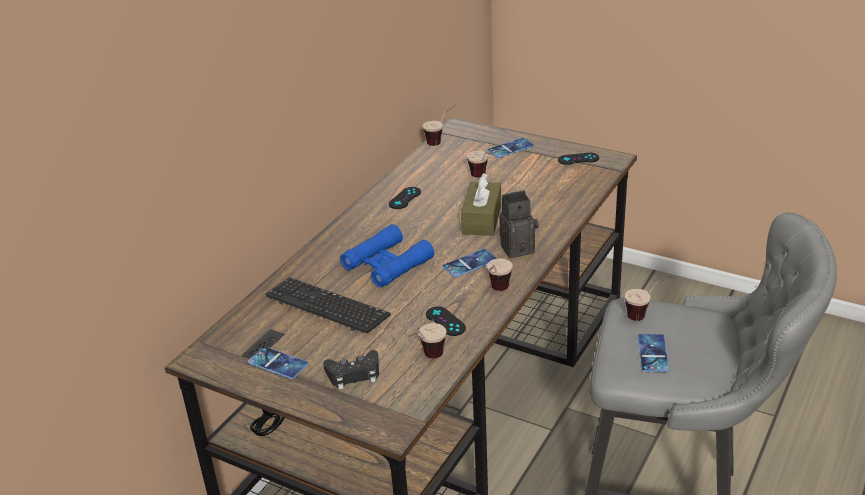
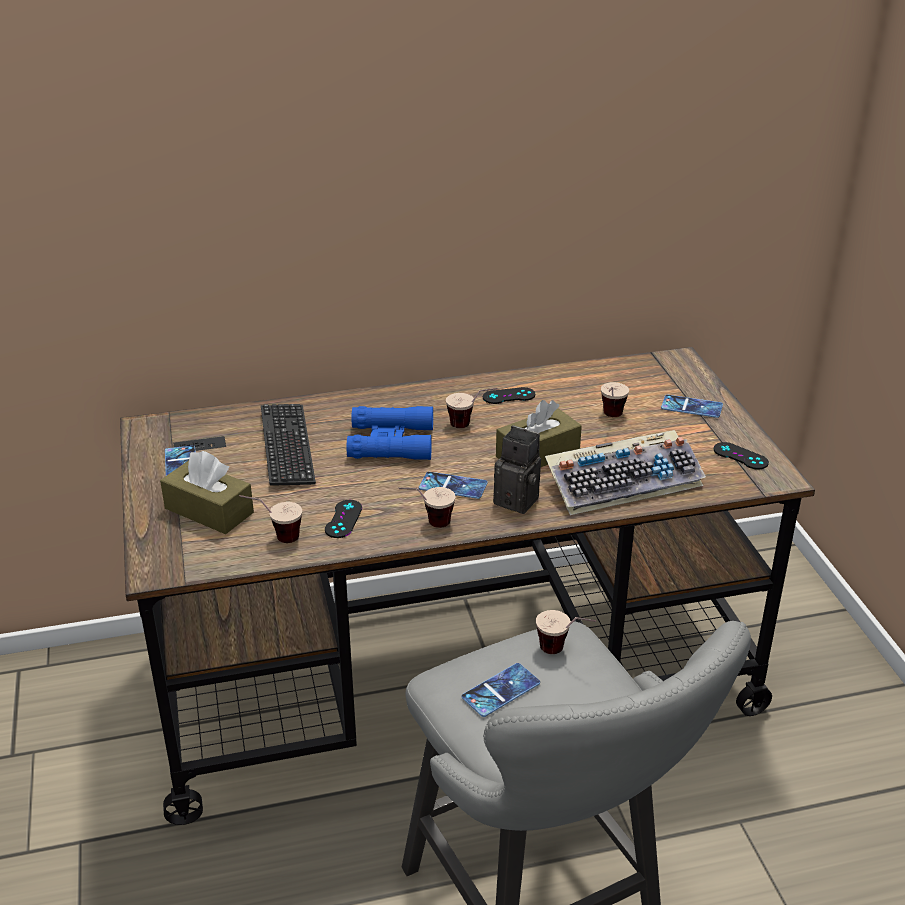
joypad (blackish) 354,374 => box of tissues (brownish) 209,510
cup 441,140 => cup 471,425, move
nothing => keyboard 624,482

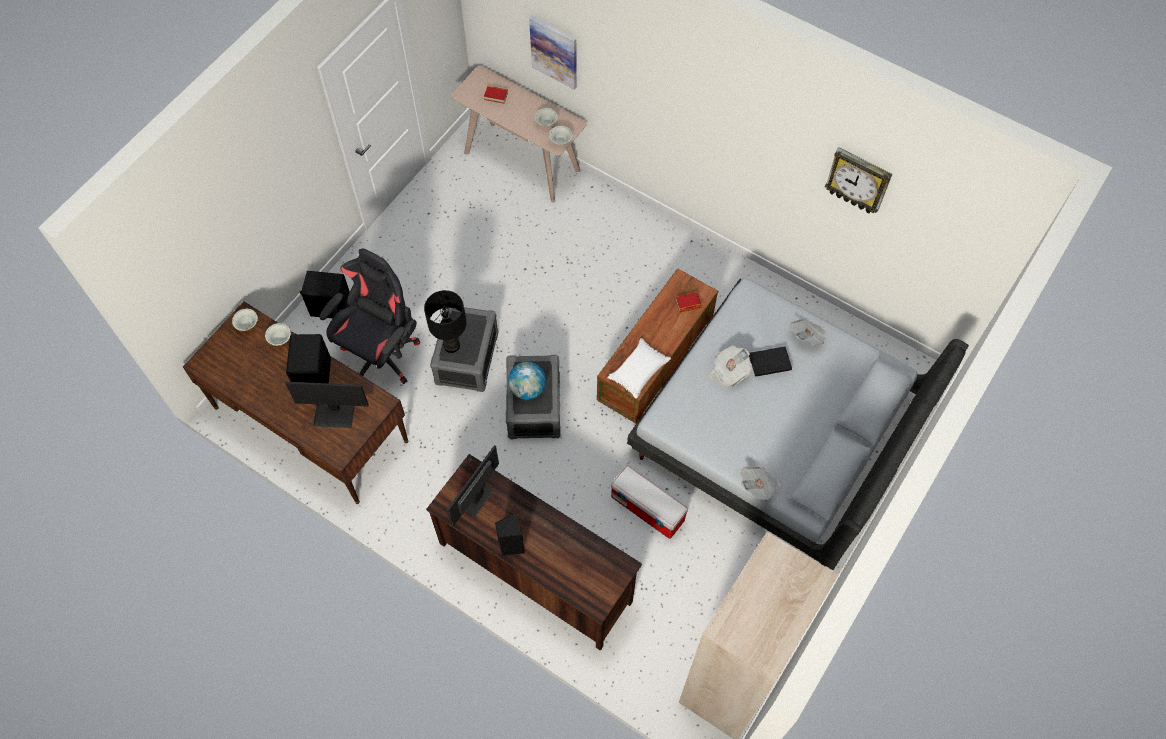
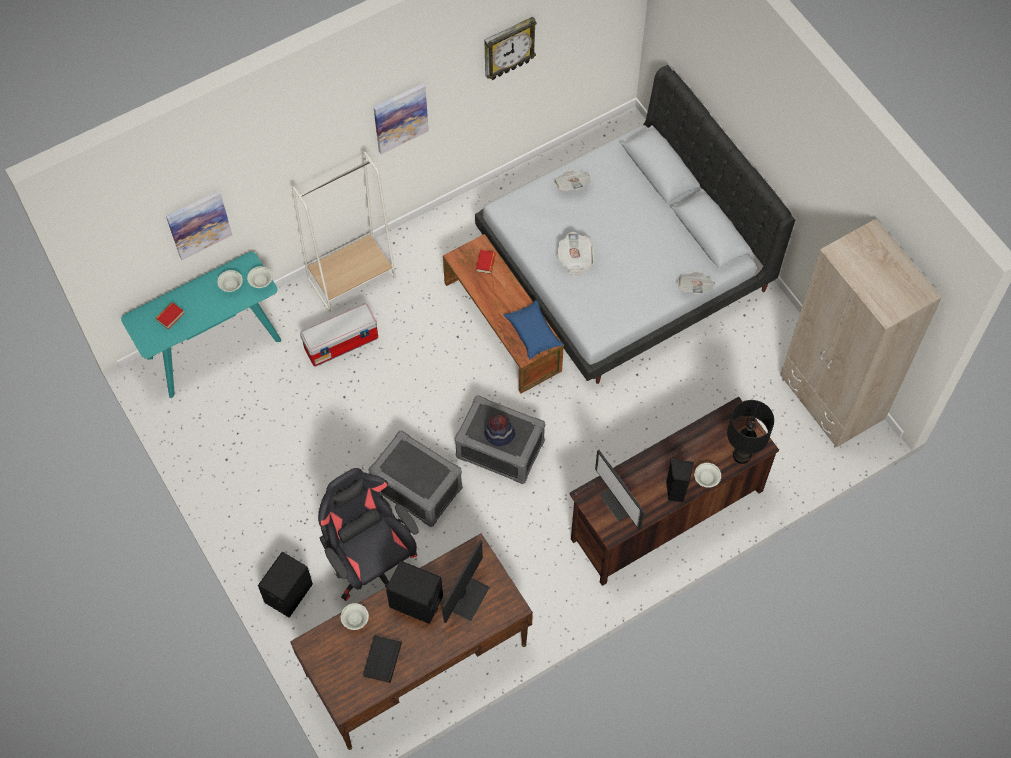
hall table (sand-coloured) 522,161 => hall table (turquoise-coloured) 214,348
nothing => garment stand 351,279
storage box 648,508 => storage box 342,342, move
volume (blackish) 769,362 => volume (blackish) 381,659, move
nothing => wall art 400,117
globe 527,389 => hat 499,435
throw pillow (whitish) 638,370 => throw pillow (blue-coloured) 533,332
deep dish (whitish) 247,324 => deep dish (whitish) 706,479, move
table lamp (blackish) 451,345 => table lamp (blackish) 741,455, move

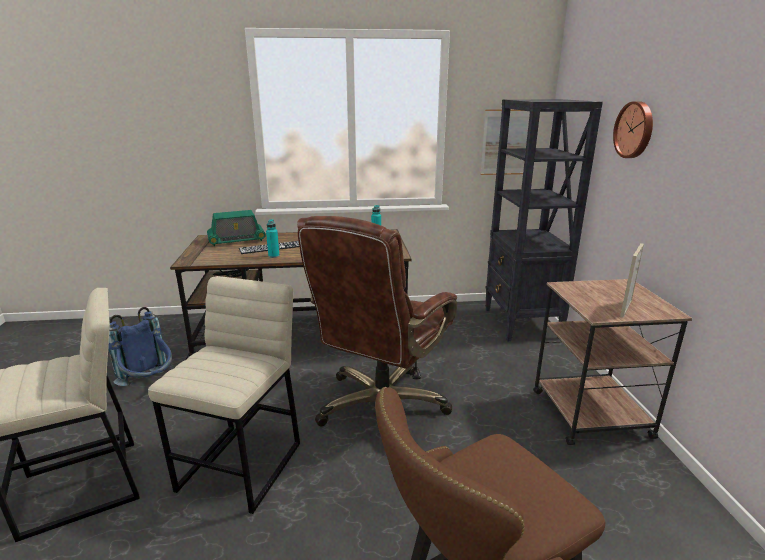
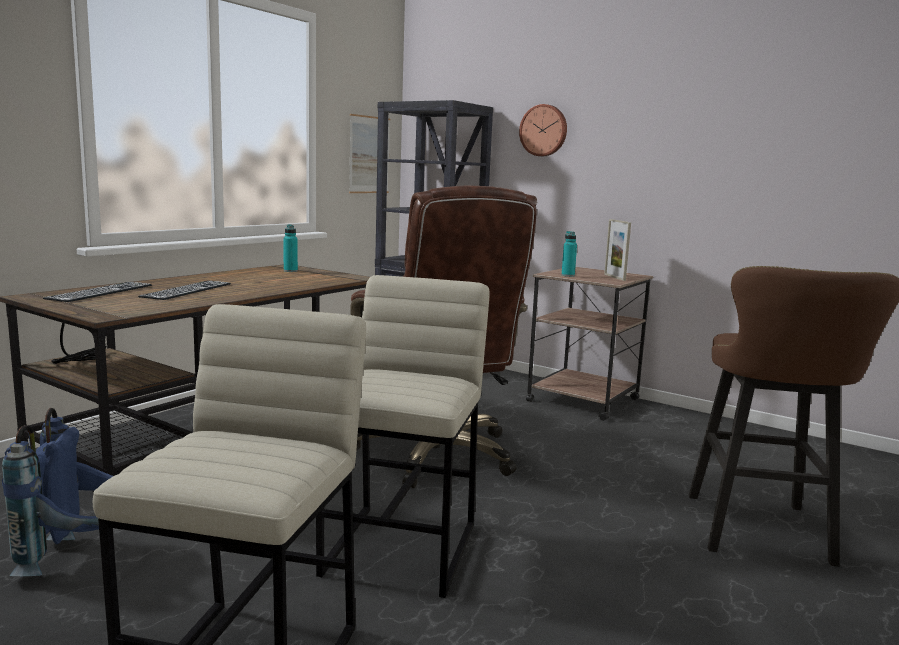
radio receiver 237,240 => keyboard 100,292
plain chair (sand-coloured) 242,464 => plain chair (sand-coloured) 402,547, 45 degrees clockwise
bottle (turquoise-coloured) 274,256 => bottle (turquoise-coloured) 568,275, move

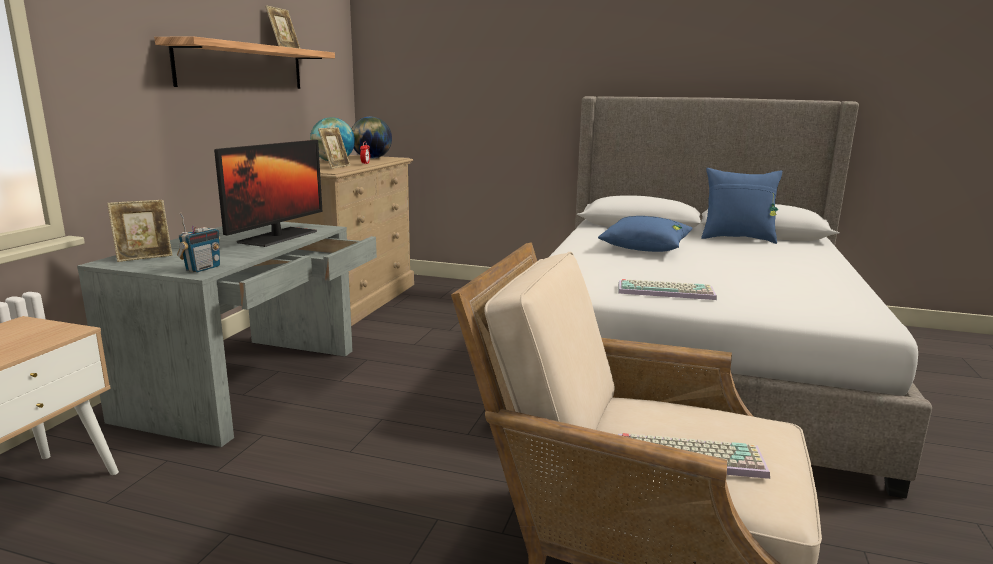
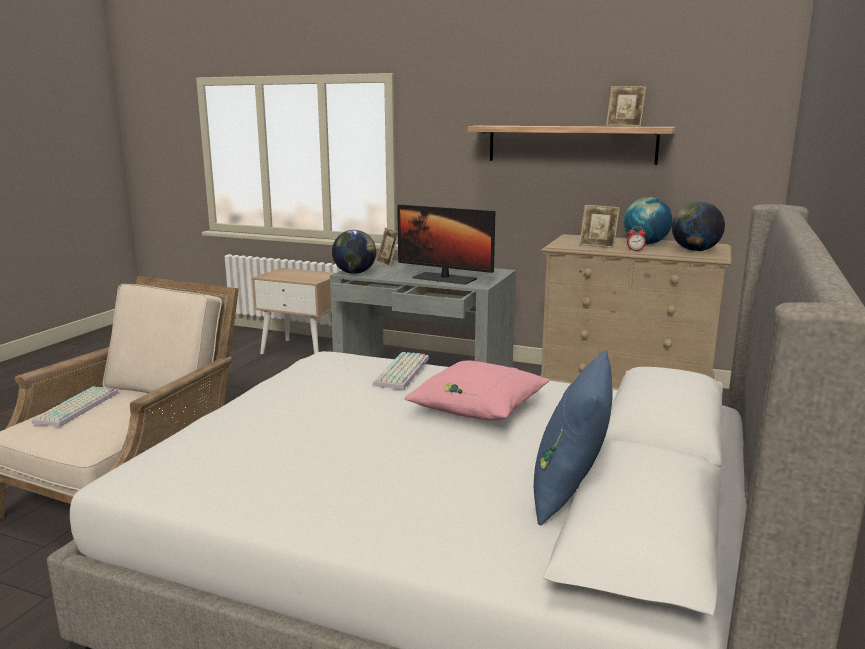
radio receiver 202,268 => globe 355,273
keyboard 666,291 => keyboard 403,372, move
throw pillow (blue-coloured) 645,248 => throw pillow (pink) 478,409

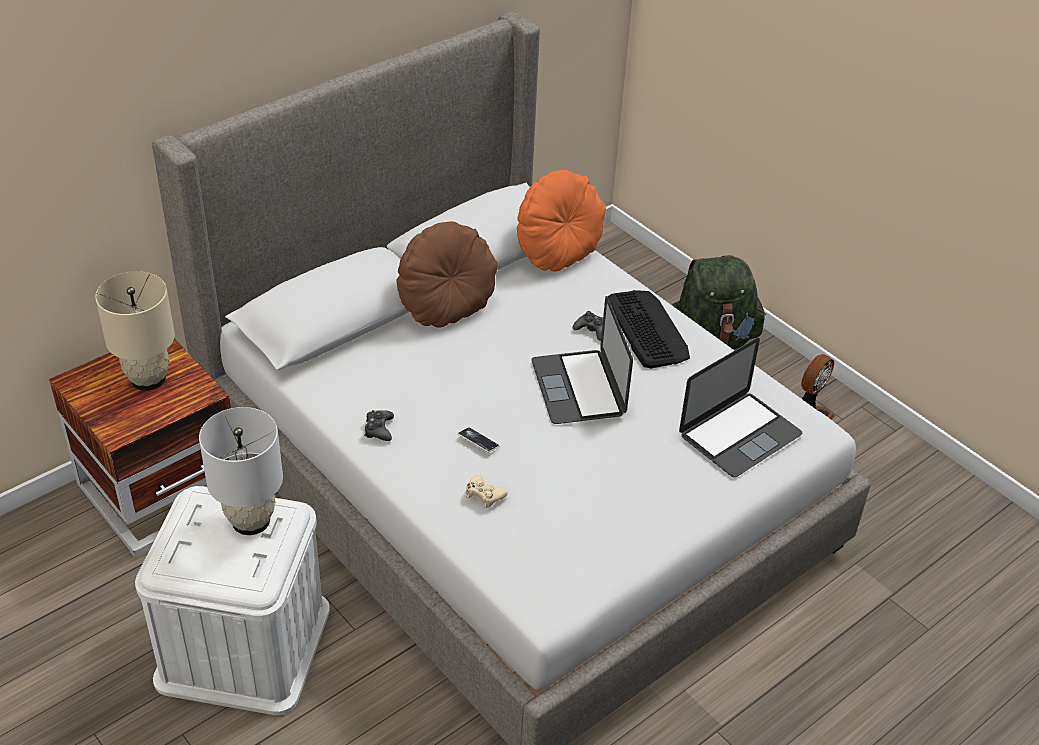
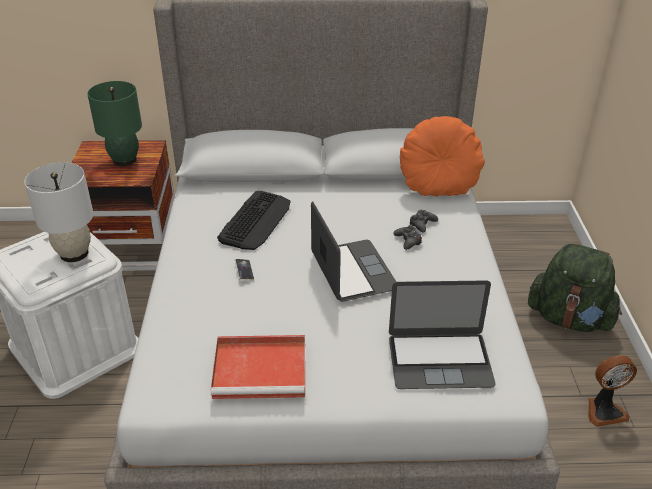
table lamp (sand-coloured) 148,379 => table lamp (green) 124,160
nothing => tray (red) 262,369
keyboard 646,329 => keyboard 256,221, move
notebook computer 578,387 => notebook computer 353,270, 135 degrees clockwise
joypad (blackish) 379,429 => joypad (blackish) 422,224, move
throw pillow (brownish) 447,311 => nothing
joypad (sand-coloured) 484,495 => nothing

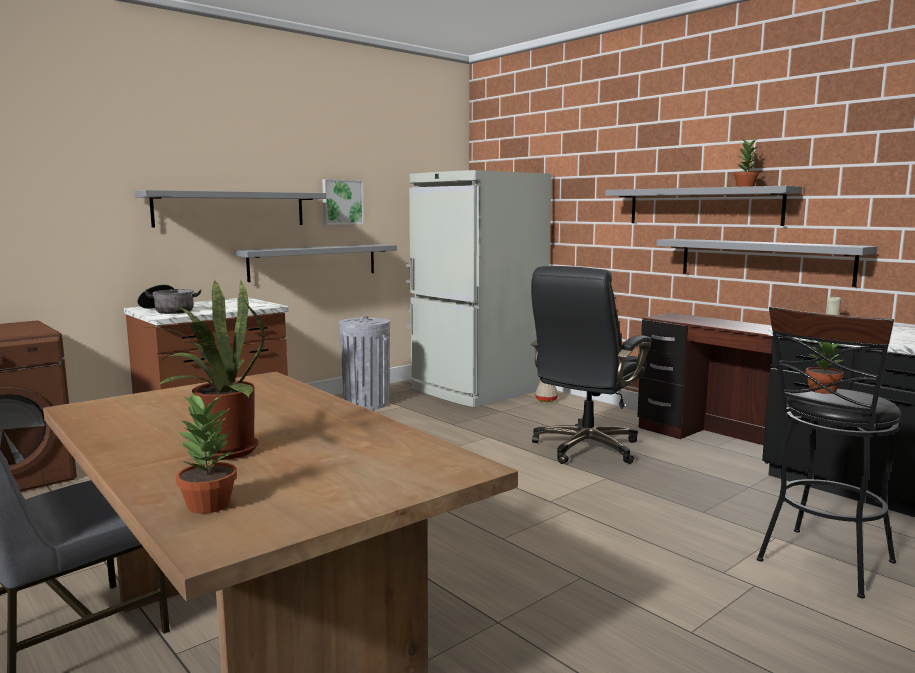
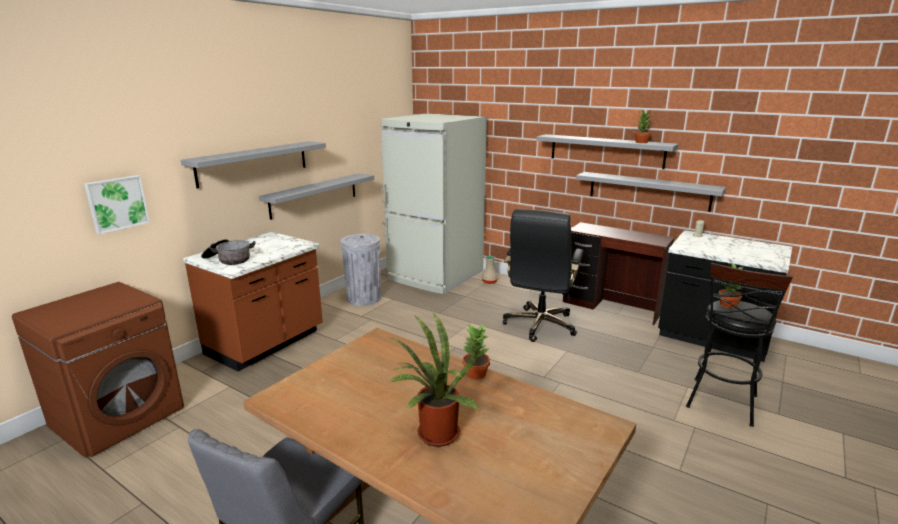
wall art 342,202 => wall art 117,203, move
potted plant 207,505 => potted plant 475,374, move

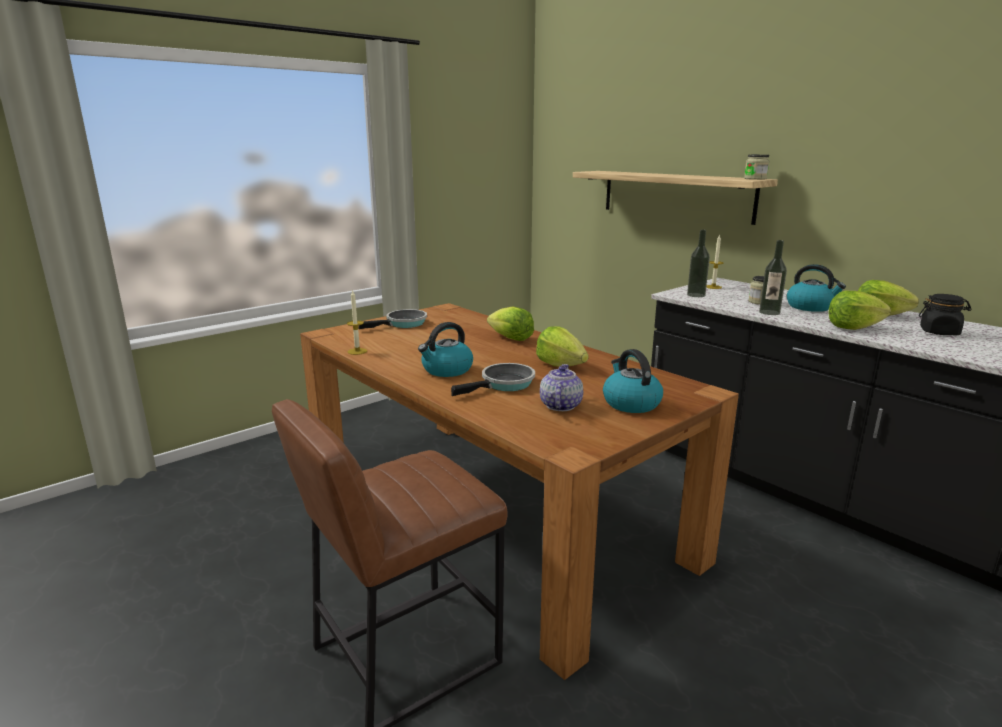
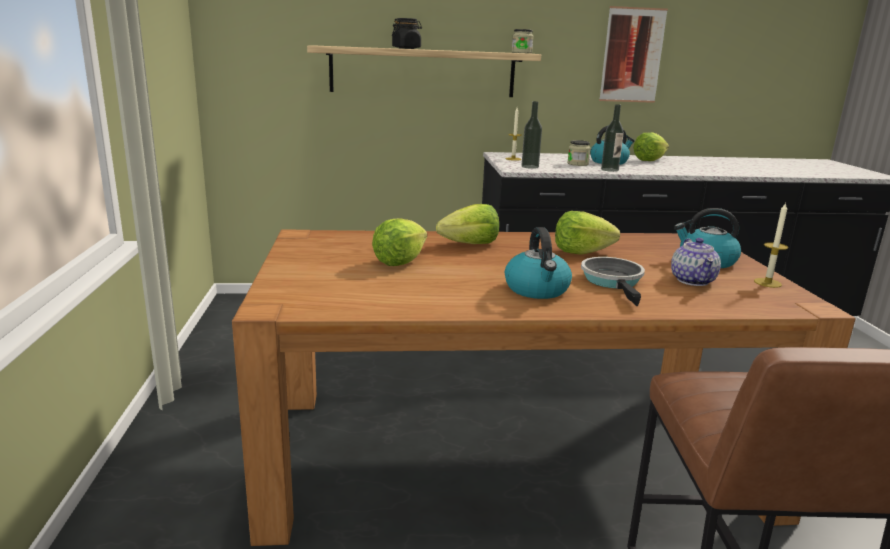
lettuce 853,327 => lettuce 400,261, move
preserve jar (blackish) 939,332 => preserve jar (blackish) 406,48, move
nothing => wall art 632,55
tea pot 560,406 => tea pot 693,280, 135 degrees counterclockwise
wax candle 357,351 => wax candle 767,283, move
skillet 403,324 => nothing

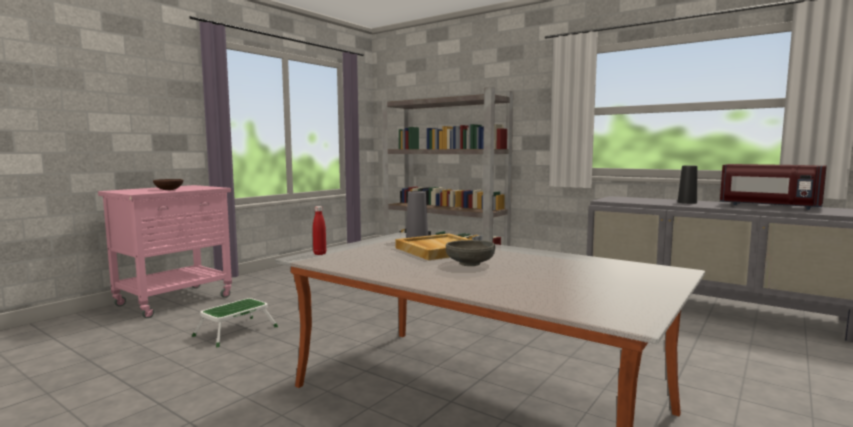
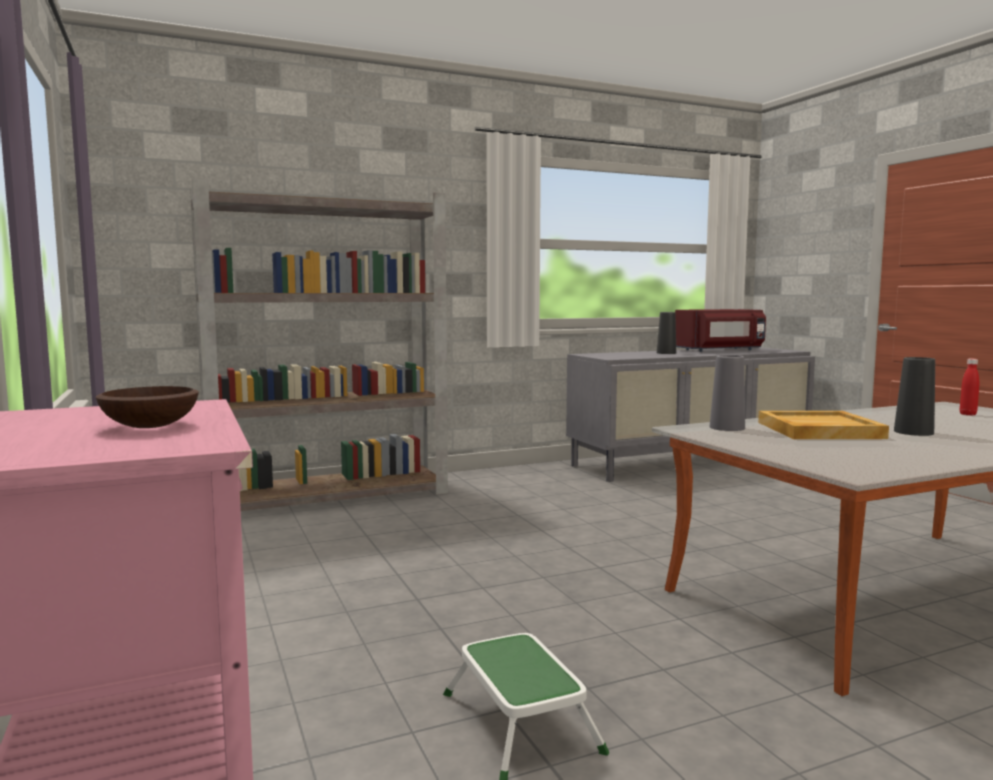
deep dish (gray) 470,264 => decorative vase (blackish) 913,432
bottle (red) 319,254 => bottle (red) 968,414, move

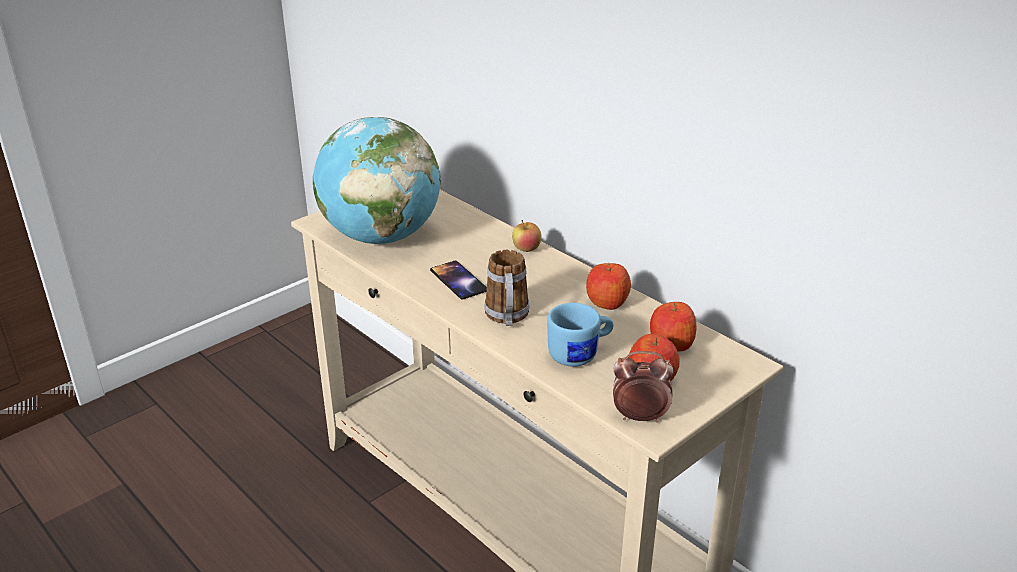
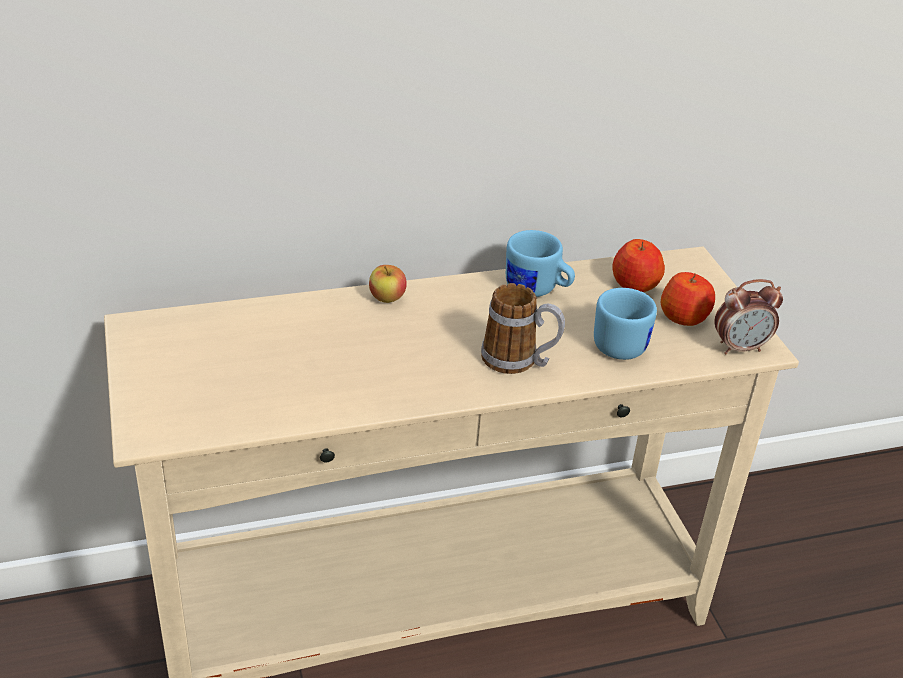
apple 607,302 => mug (blue-coloured) 537,290
table clock 639,417 => table clock 740,348, 135 degrees counterclockwise
globe 381,237 => nothing
handset 458,280 => nothing

